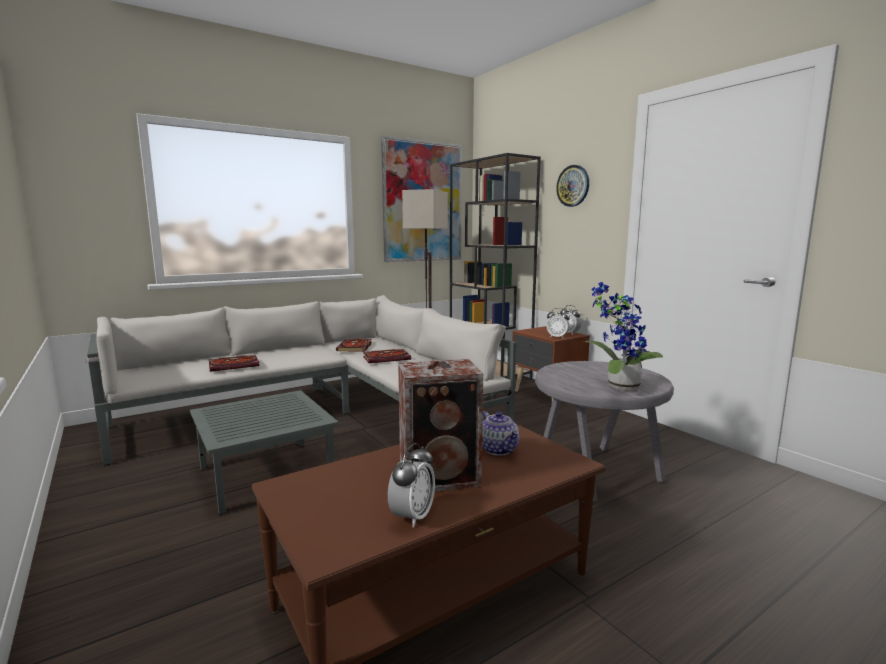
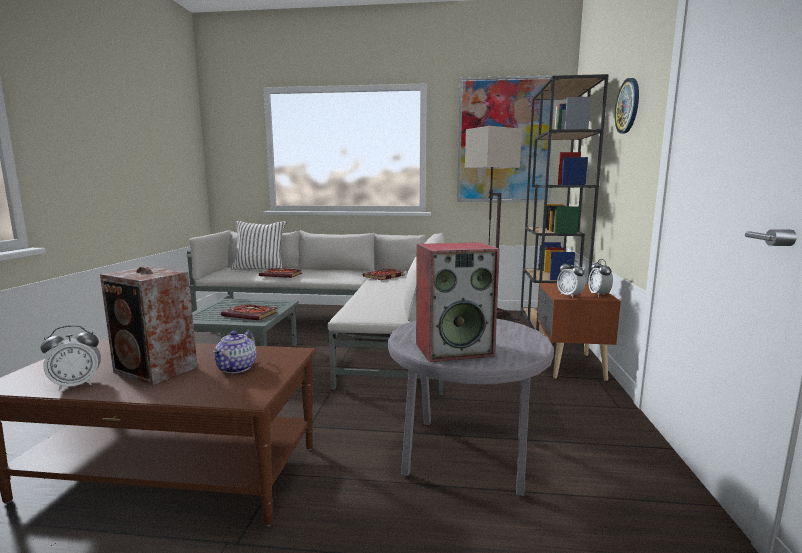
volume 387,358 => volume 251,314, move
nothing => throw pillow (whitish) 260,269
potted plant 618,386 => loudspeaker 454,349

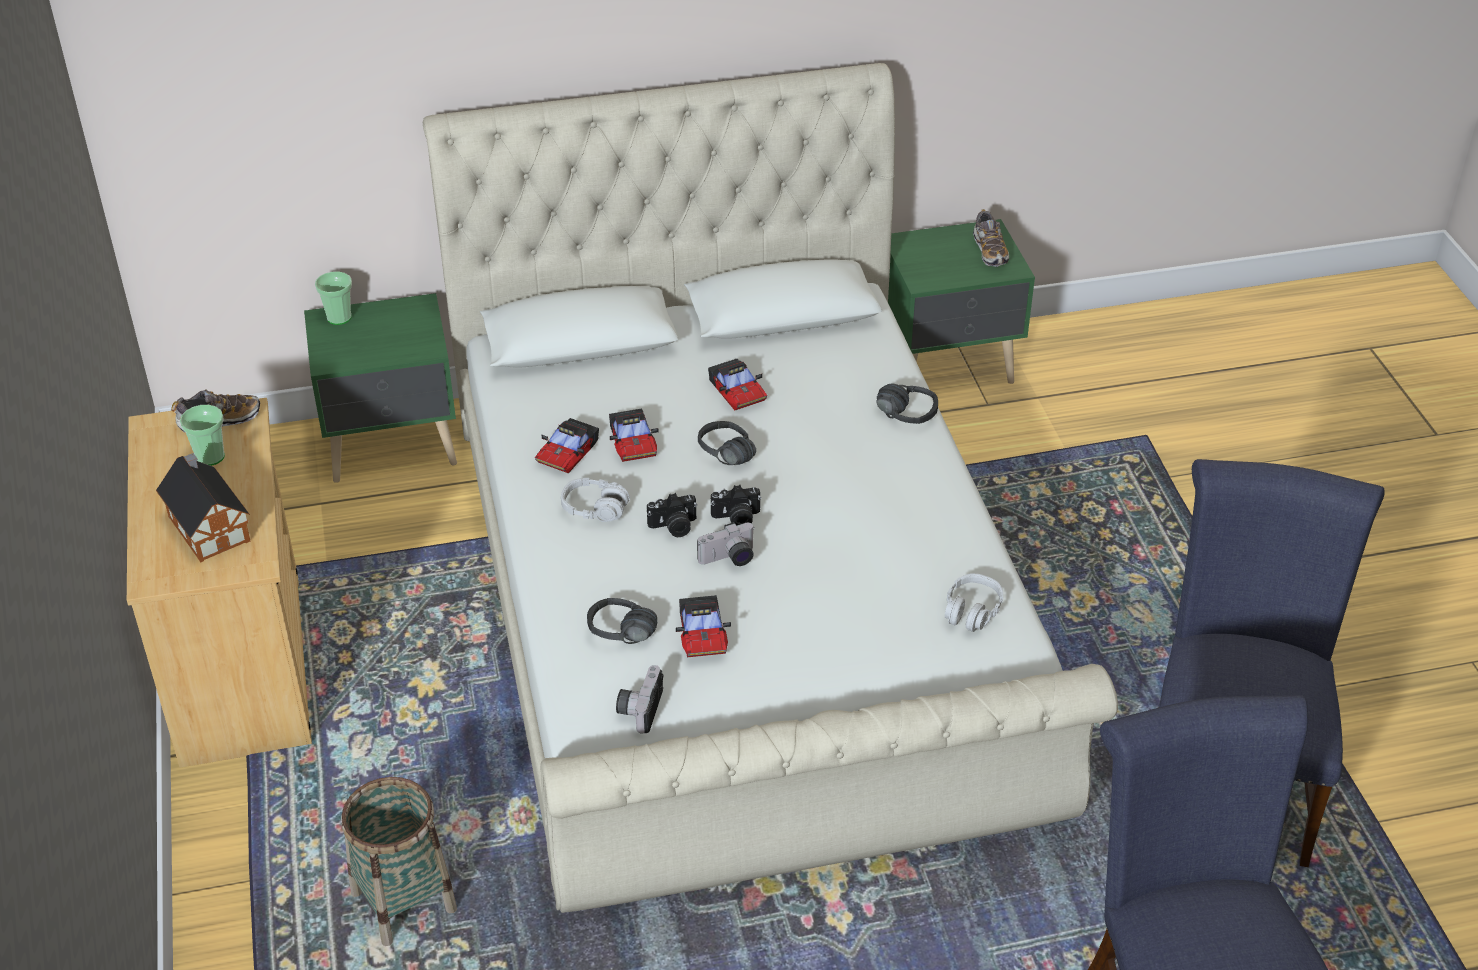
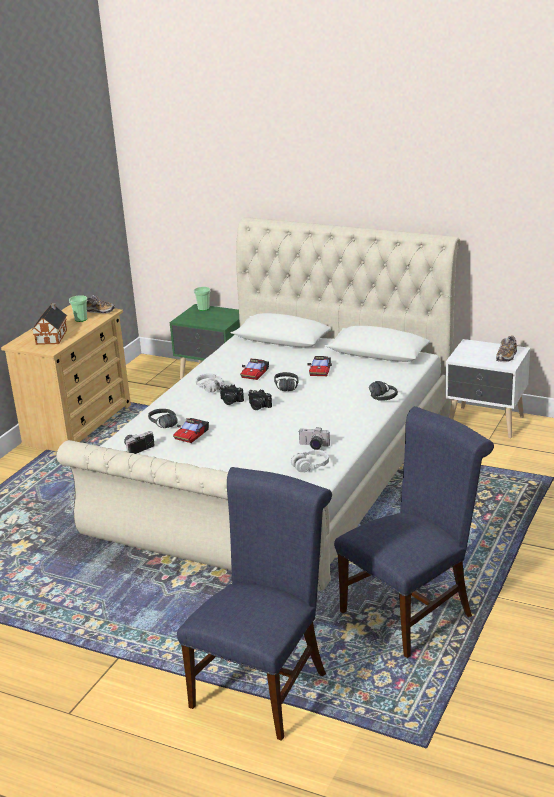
photo camera 729,559 => photo camera 313,446, move
nightstand (green) 948,367 => nightstand (whitish) 486,423
storage basket 404,901 => nothing
miniature car 568,452 => nothing

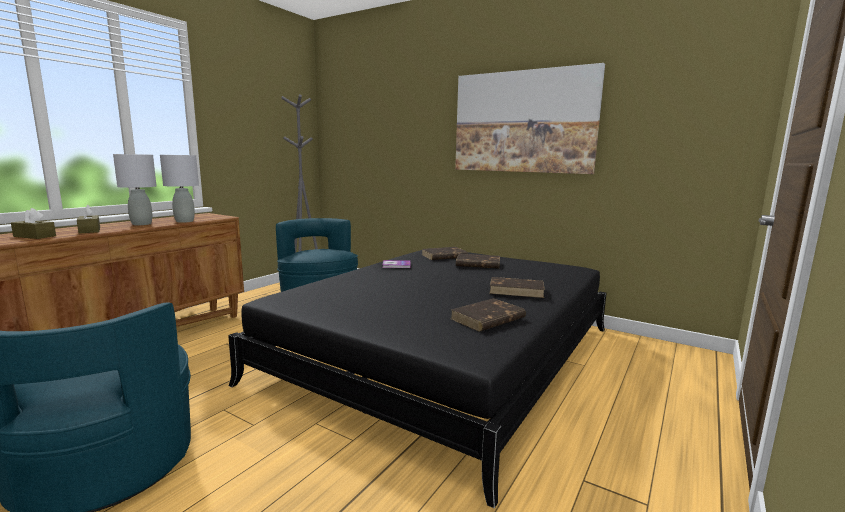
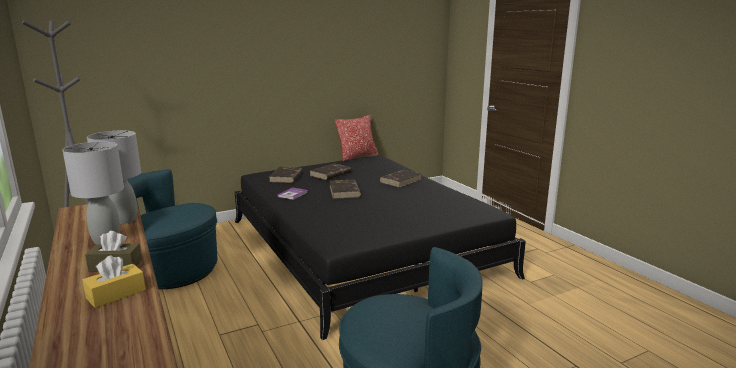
box of tissues (brownish) 34,236 => box of tissues (yellow-coloured) 116,294
volume (brownish) 487,319 => volume (brownish) 344,191, move
nothing => throw pillow 357,157
wall art 523,122 => nothing

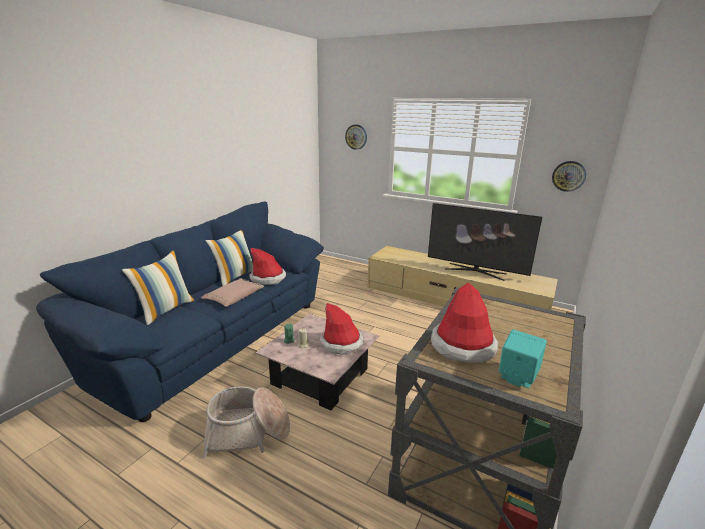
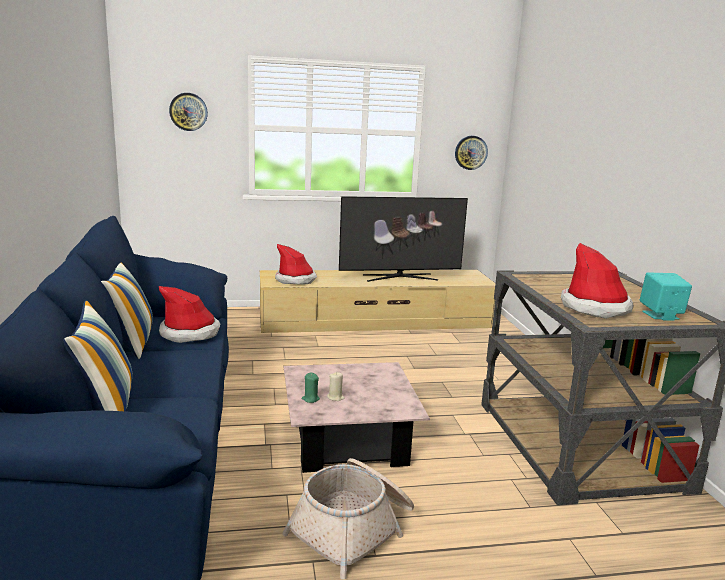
hat 341,343 => hat 295,280, move
throw pillow (sand-coloured) 234,295 => nothing

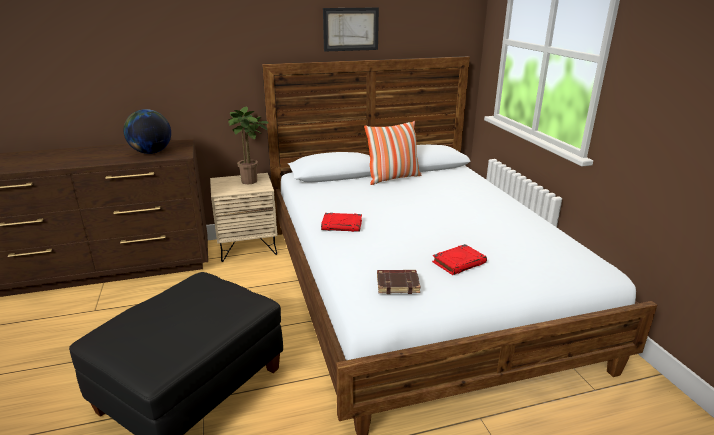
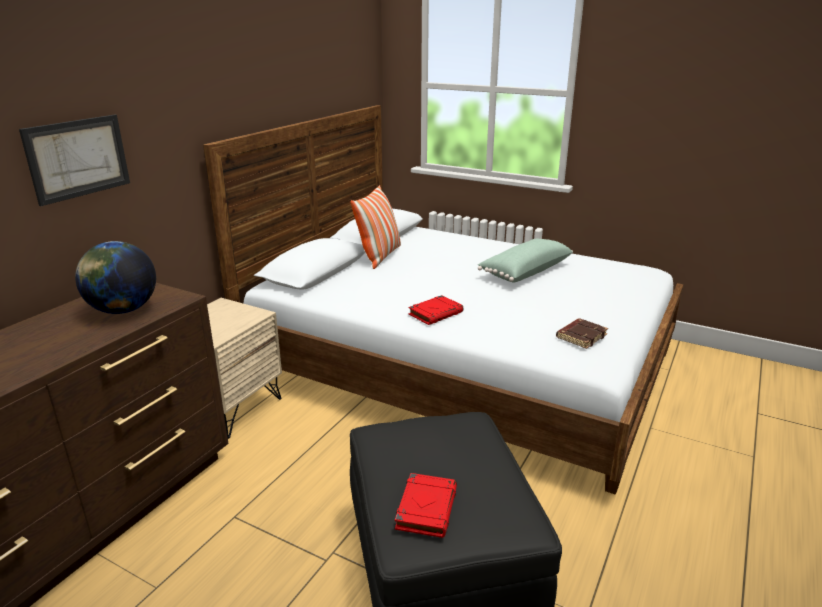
wall art 350,29 => wall art 78,158, move
volume (red) 459,262 => volume (red) 426,508, move
nothing => throw pillow (green) 524,271
potted plant 251,182 => nothing

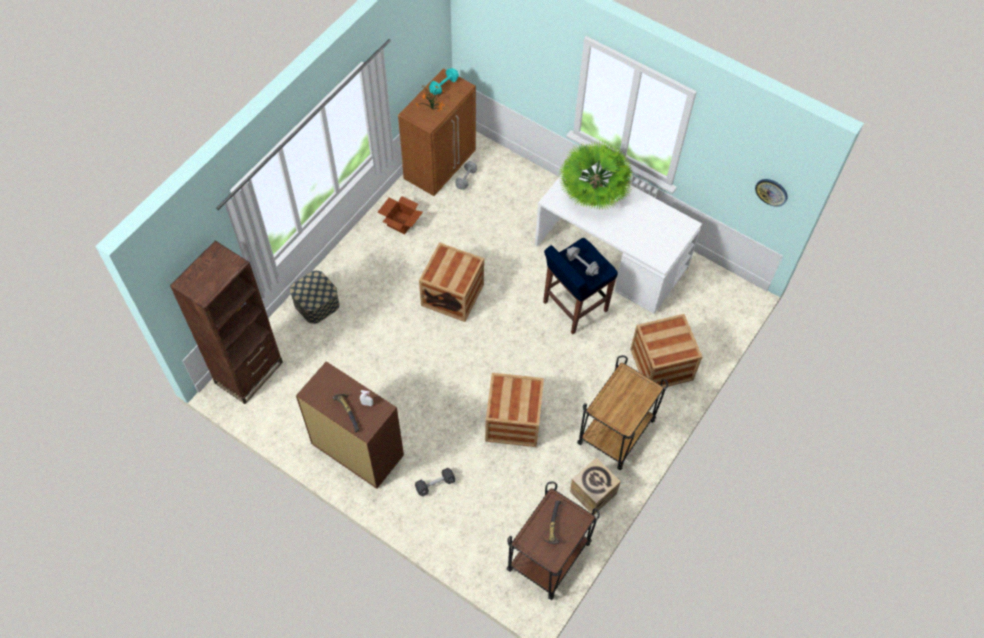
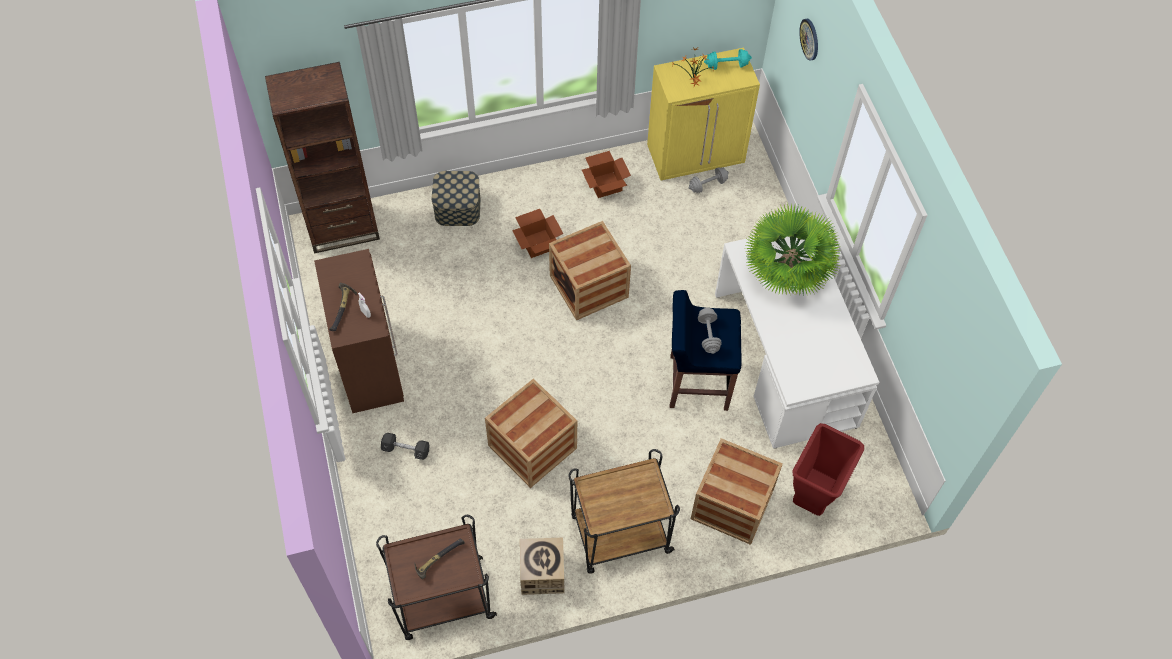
nothing => cardboard box 538,243
storage cabinet (brownish) 440,164 => storage cabinet (yellow-coloured) 696,153
nothing => rubbish bin (red) 813,498
wall clock 771,192 => wall clock 810,39, move

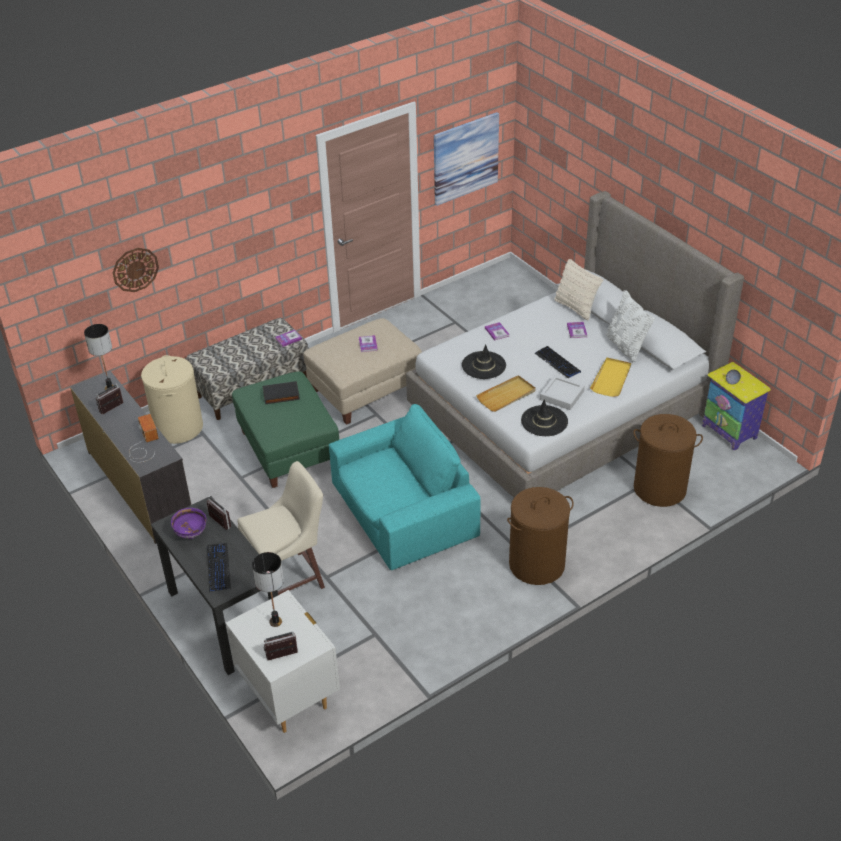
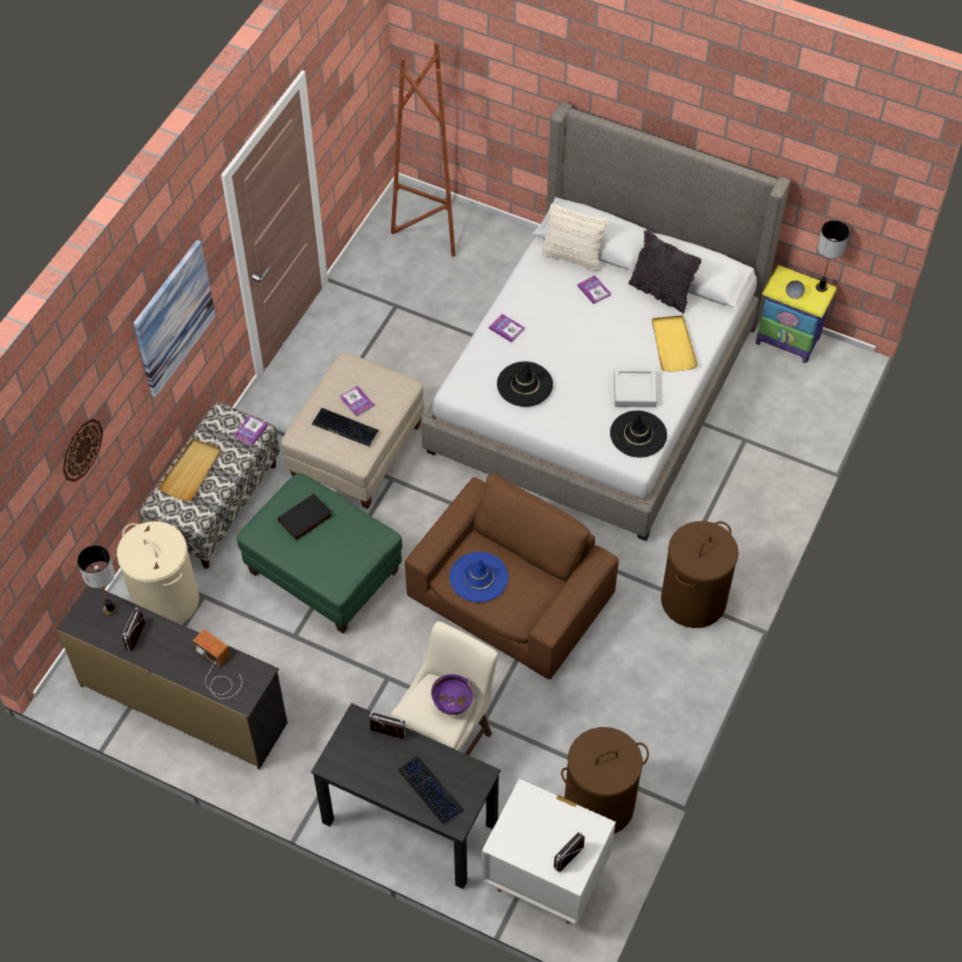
wall art 465,158 => wall art 173,318, move
tray (sand-coloured) 506,395 => tray (sand-coloured) 191,471, move
keyboard 557,363 => keyboard 345,427, move
nothing => garment stand (brownish) 432,231
armchair (turquoise-coloured) 403,511 => armchair (brownish) 510,597
deep dish (purplish) 191,534 => deep dish (purplish) 453,703, move
nothing => hat (blue-coloured) 478,577
washing basket (brownish) 659,489 => washing basket (brownish) 599,804, move
throw pillow (whitish) 626,347 => throw pillow (blackish) 661,293
table lamp 275,622 => table lamp 821,287, move

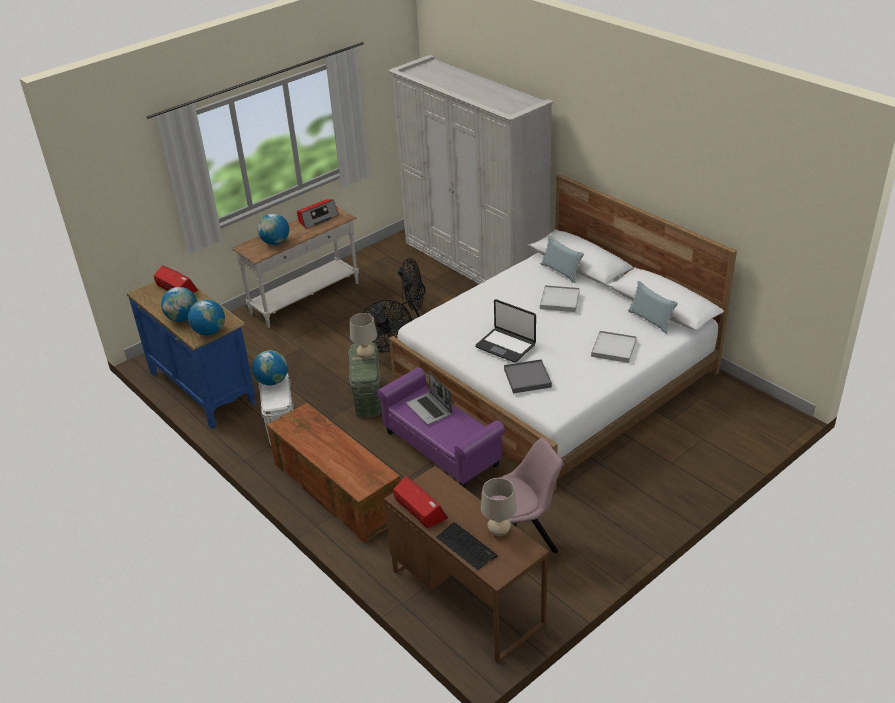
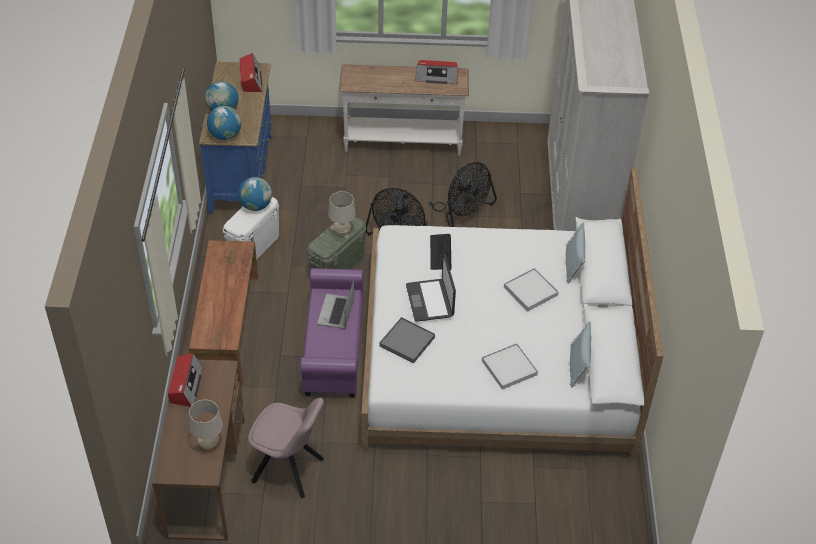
keyboard 466,546 => keyboard 441,252, move
globe 275,242 => nothing

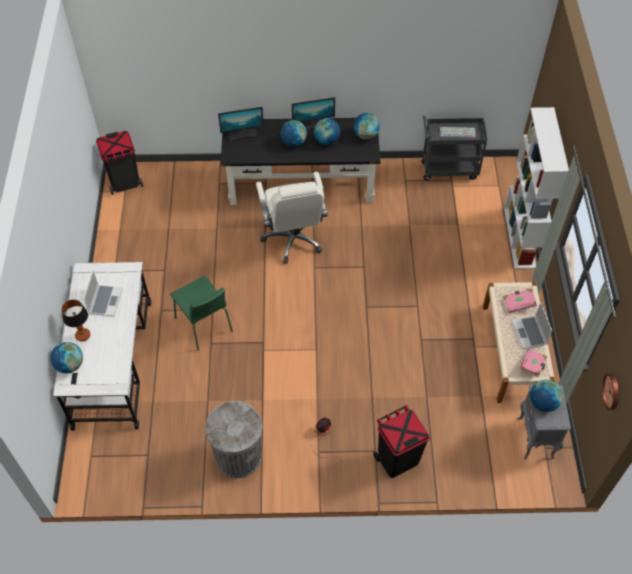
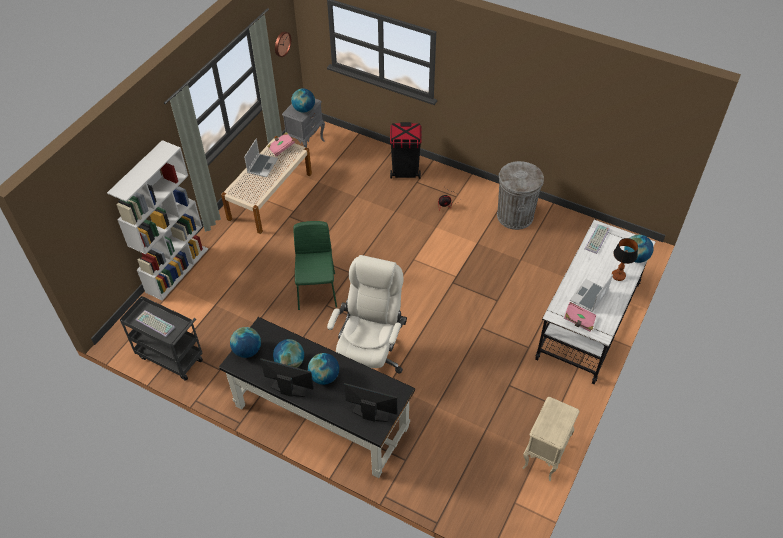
plain chair (green) 205,326 => plain chair (green) 317,289, move
nothing => nightstand (sand-coloured) 545,456
volume (pink) 518,304 => volume (pink) 579,321, move
nothing => keyboard 597,239
rubbish bin (blackish) 125,183 => nothing

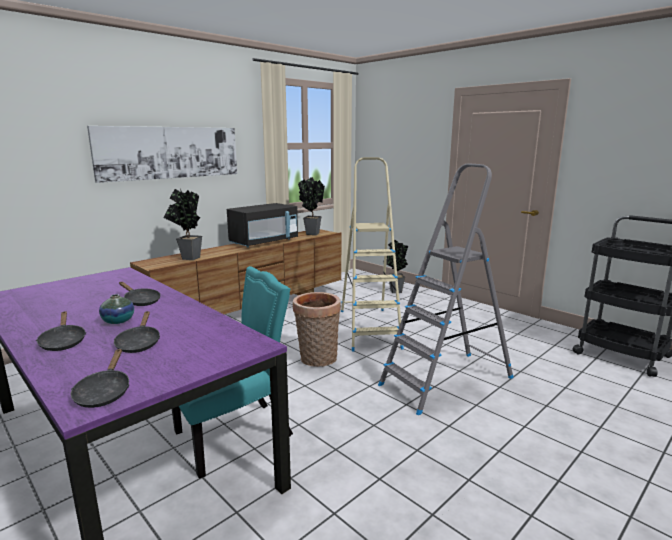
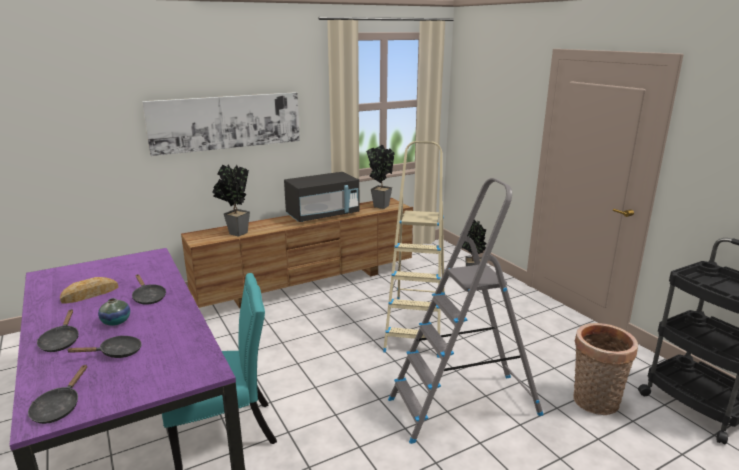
nothing => bakery bread 90,294
skillet (blackish) 139,343 => skillet (blackish) 116,353, 120 degrees counterclockwise
storage basket 317,360 => storage basket 594,403, move

